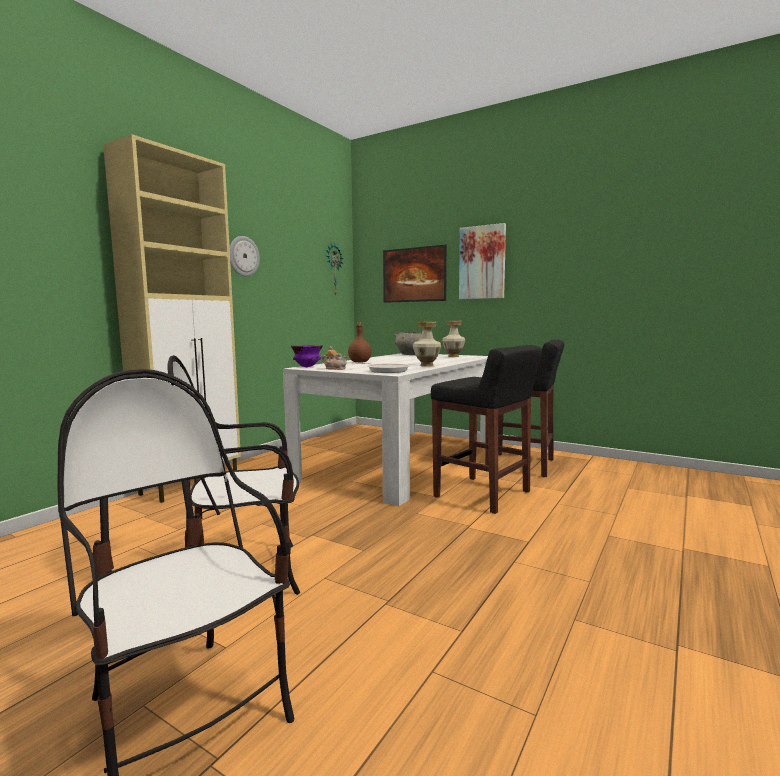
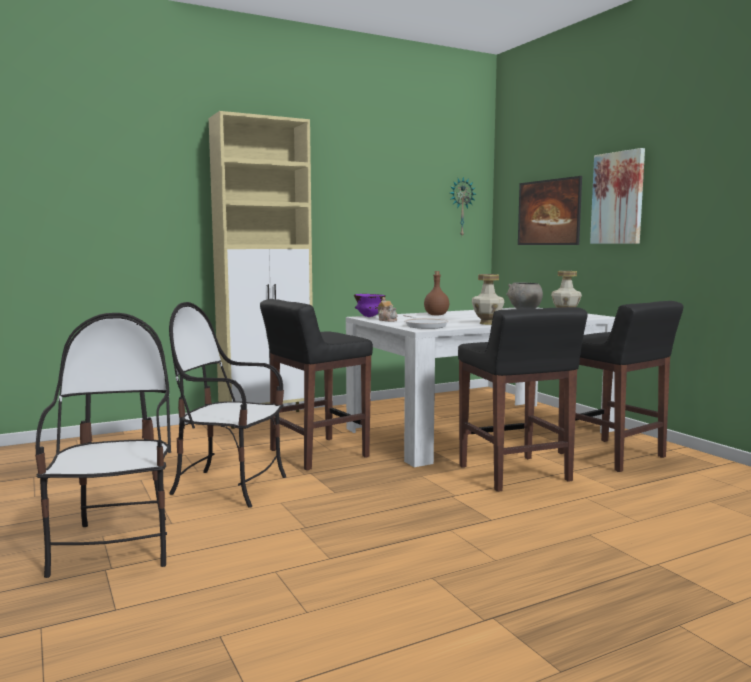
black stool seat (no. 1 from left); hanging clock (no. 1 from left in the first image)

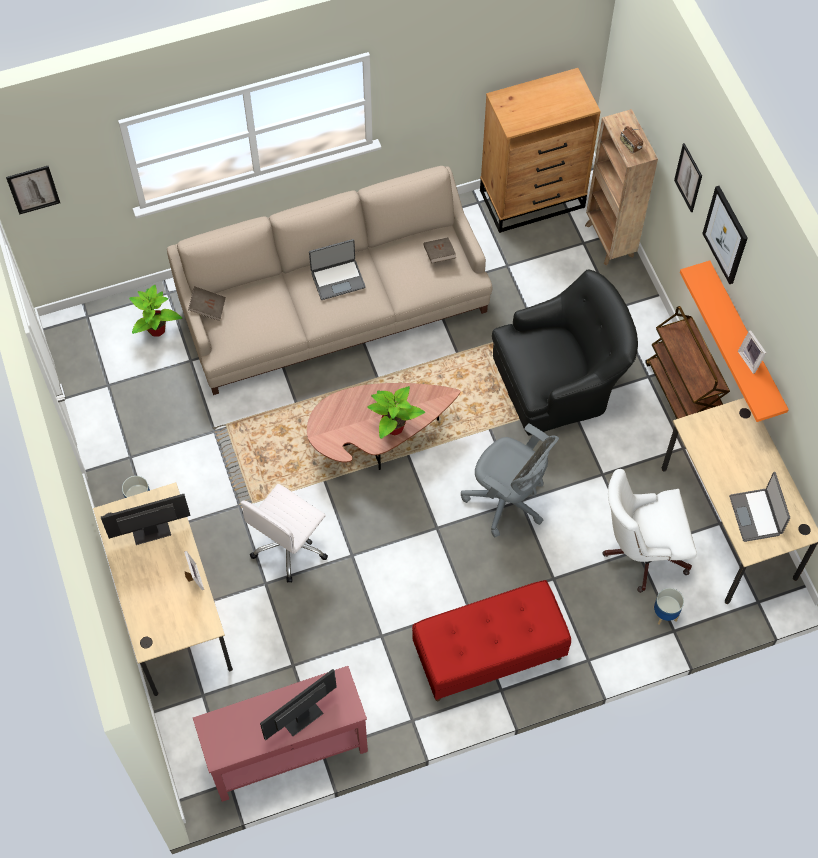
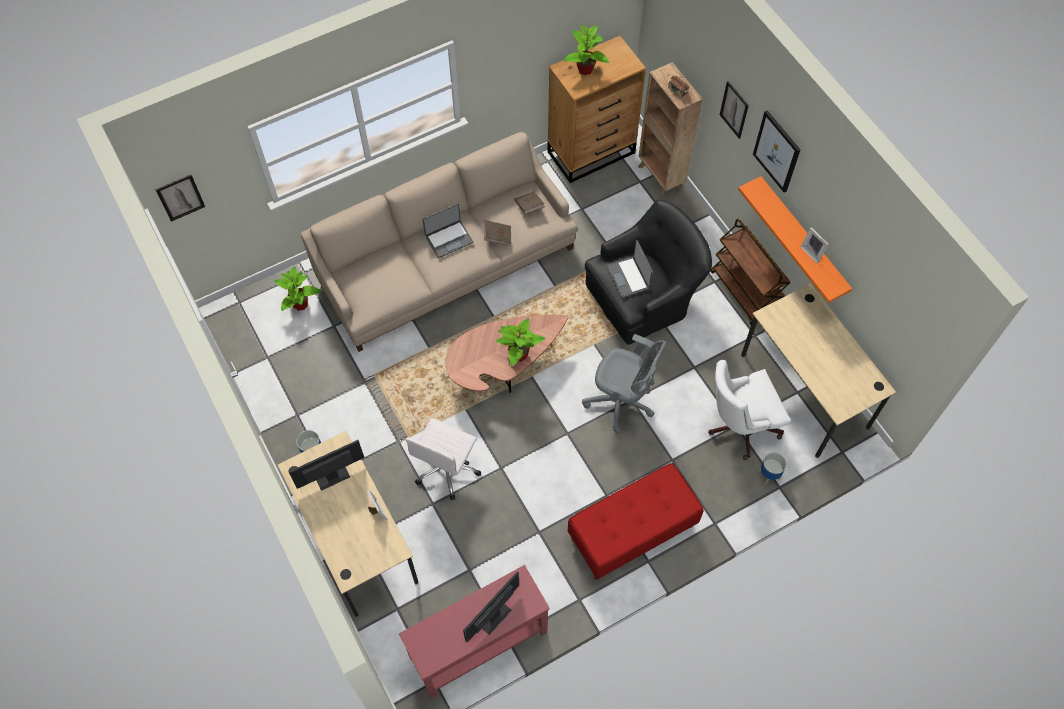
brown-coloured bound book (no. 1 from left); plant in a pot (no. 3 from left); laptop (no. 2 from left)

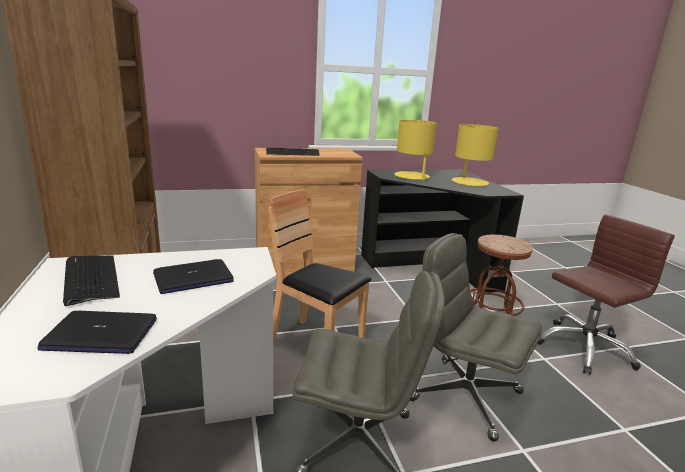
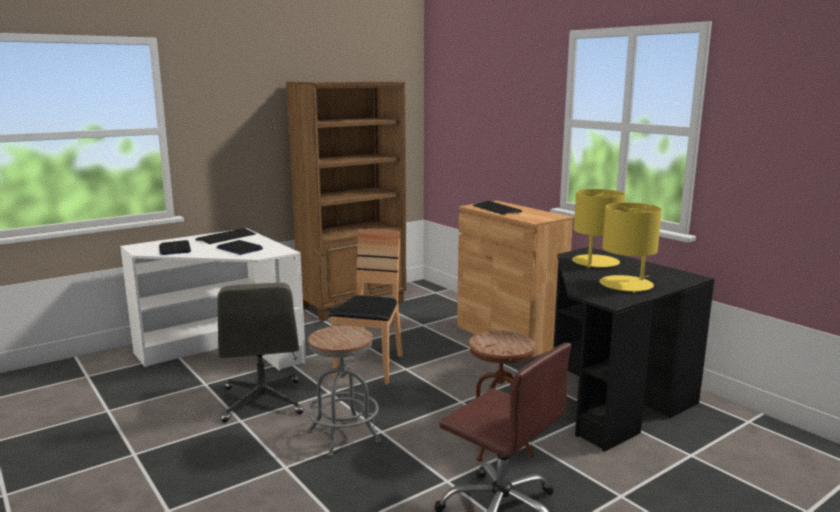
grey stool seat

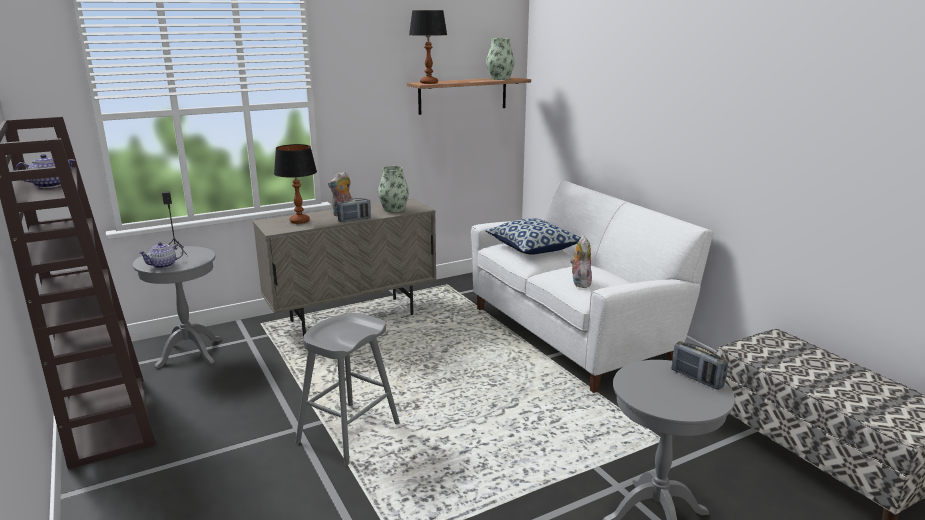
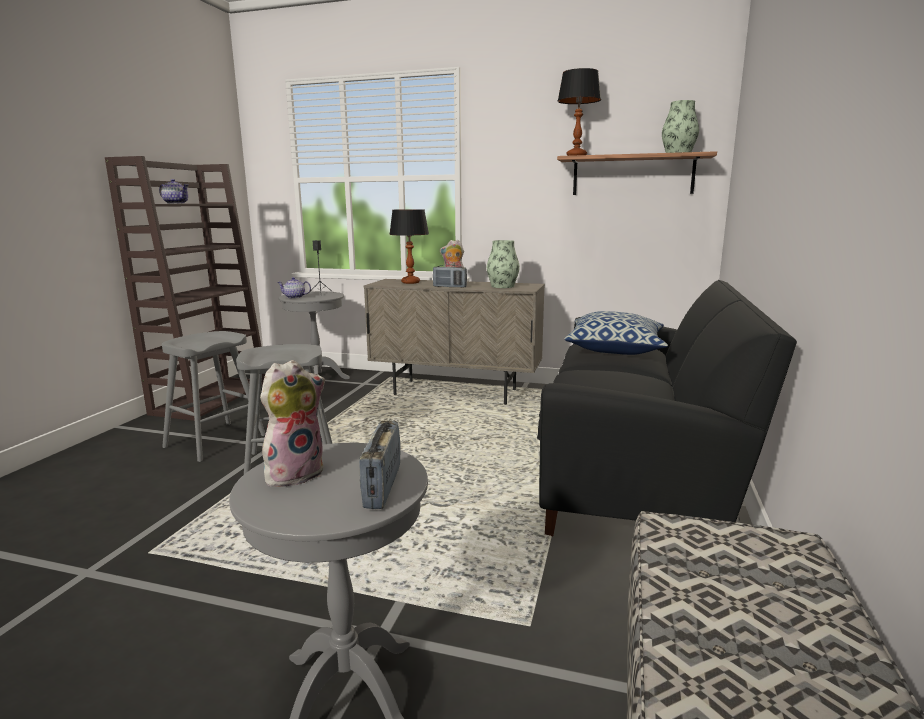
grey stool seat (no. 1 from left); soft toy (no. 1 from left); black sofa

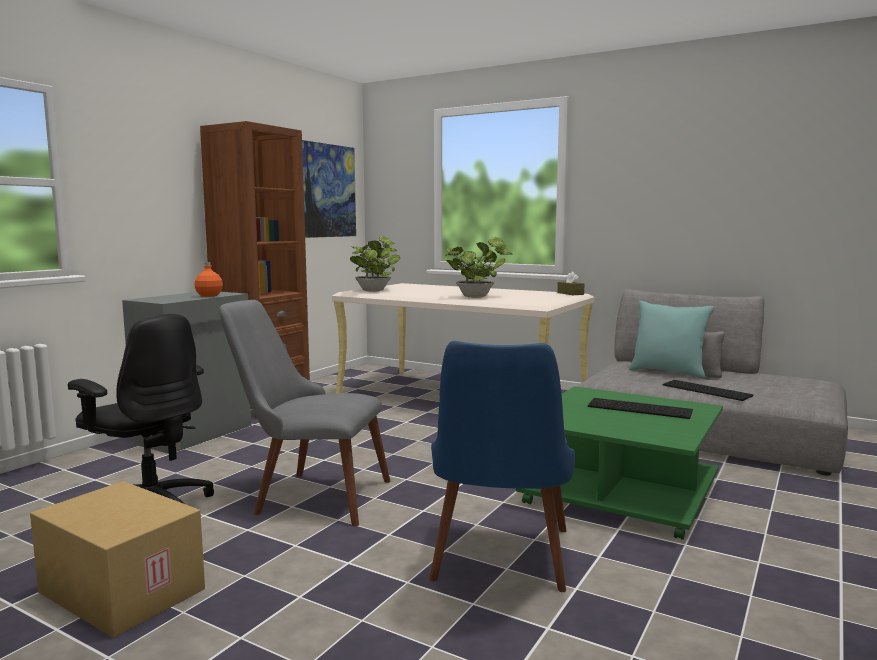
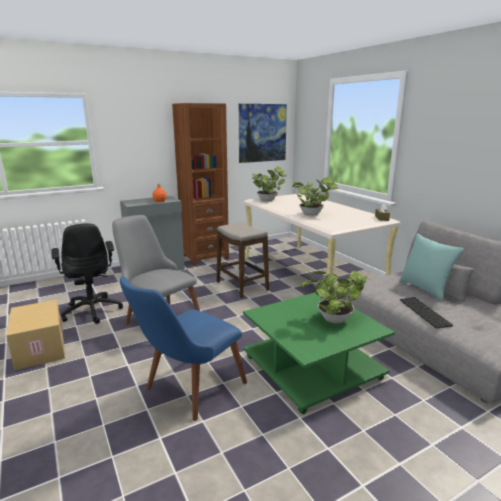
stool seat; plant in a pot (no. 3 from left)

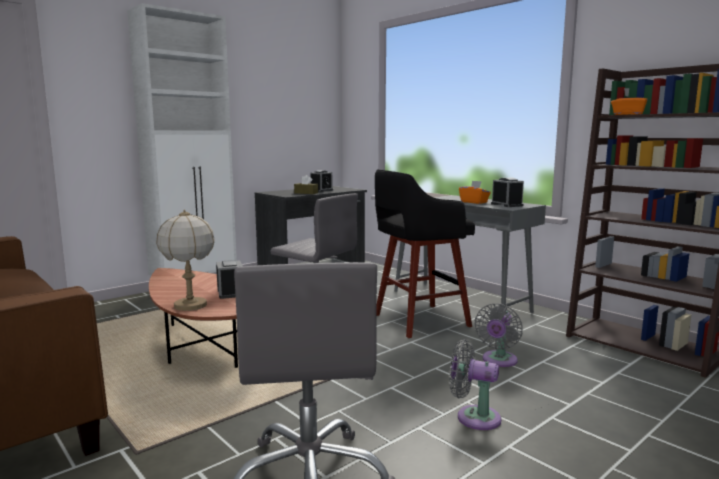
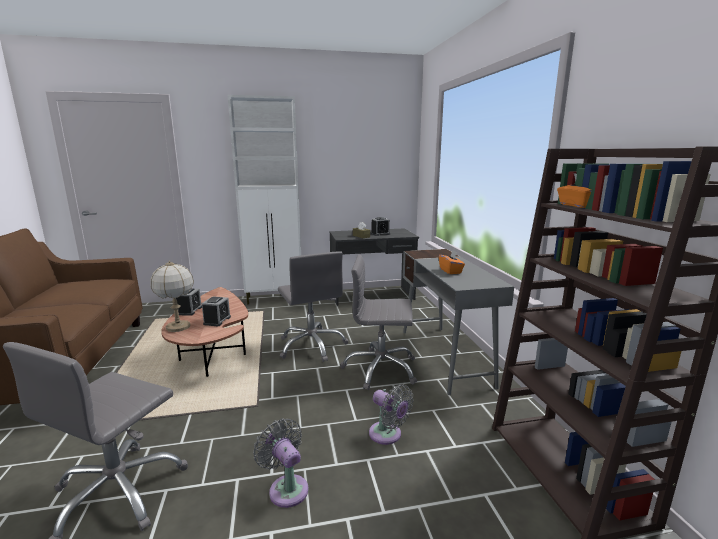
alarm clock (no. 1 from left); grey office chair (no. 3 from left); grey cooling fan (no. 2 from left)

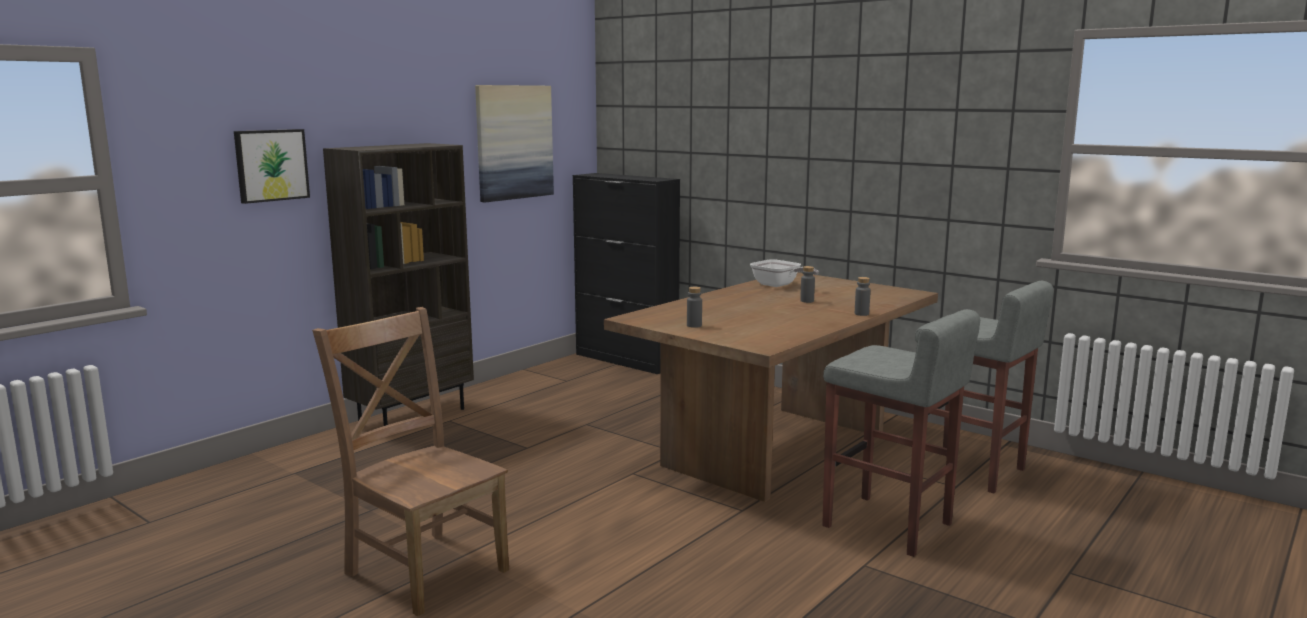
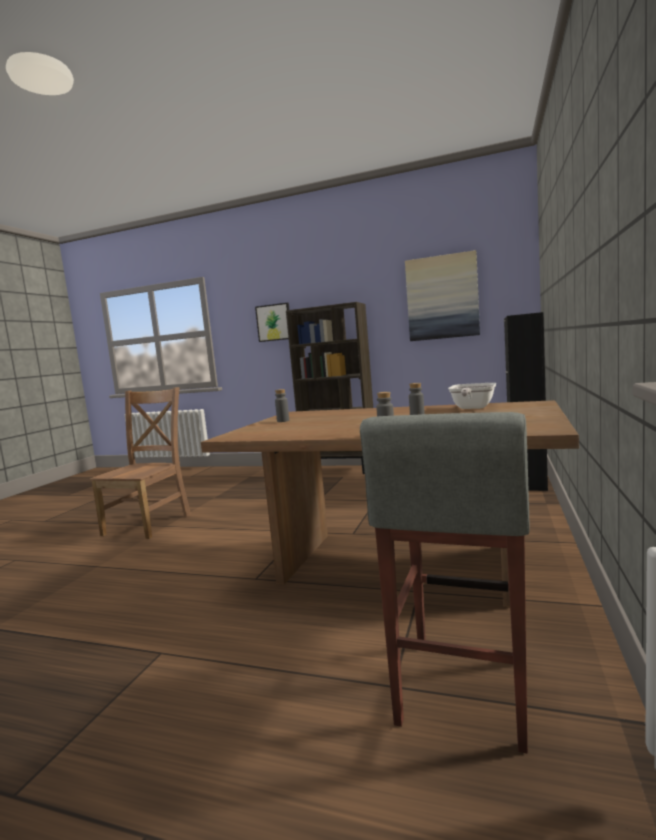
grey stool seat (no. 1 from left in the first image)

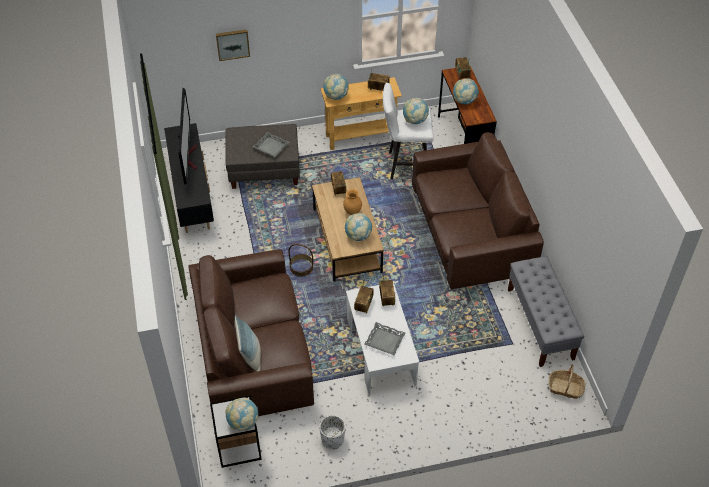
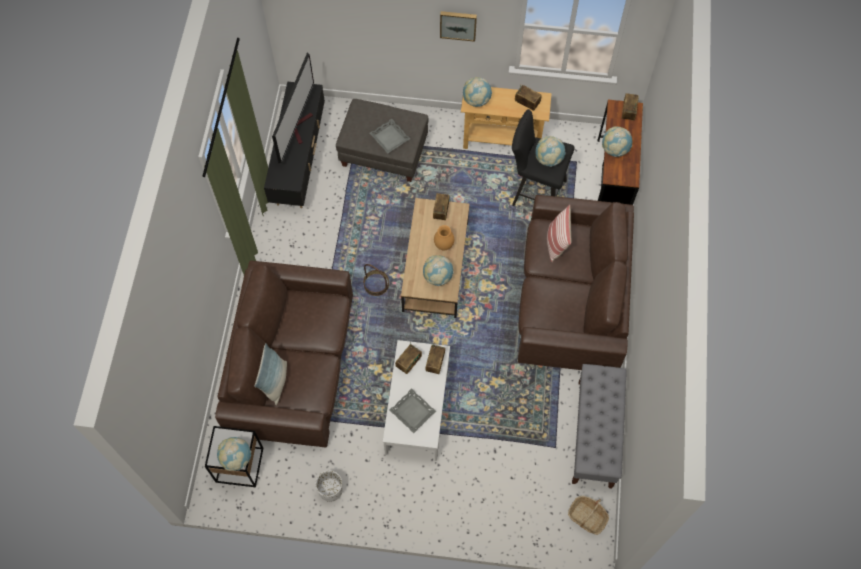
wall picture; black stool seat; throw pillow (no. 2 from left)

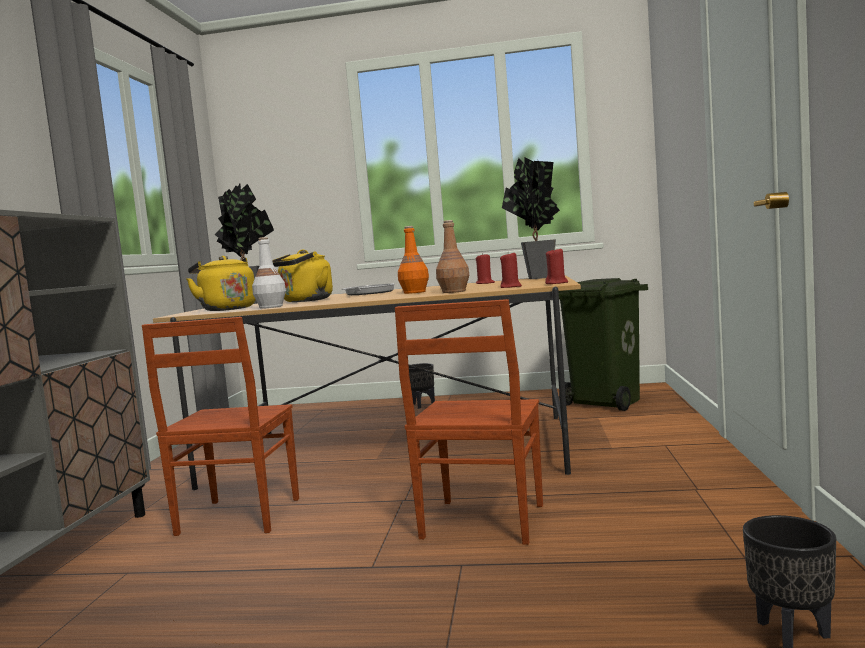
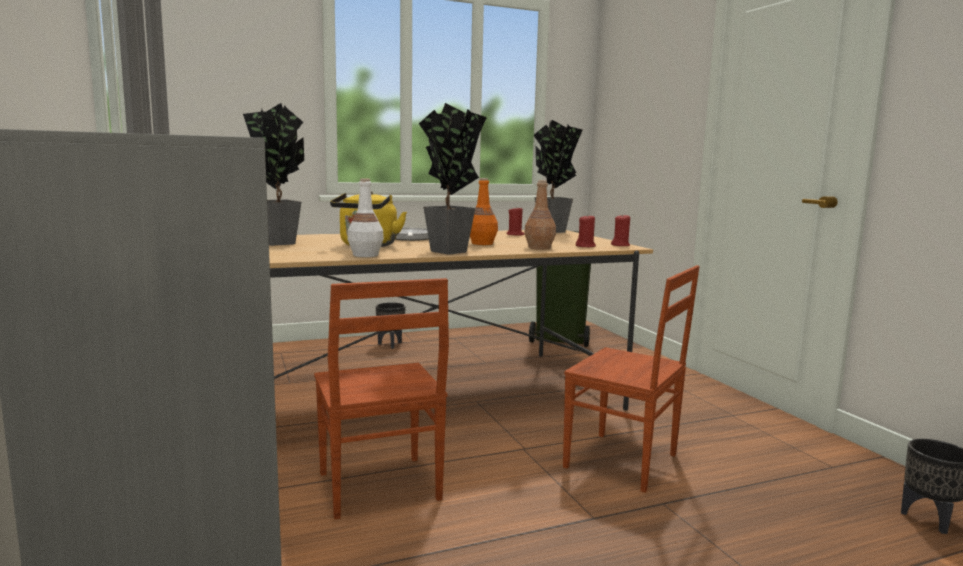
plant in a pot (no. 2 from left); brown-coloured plain chair (no. 2 from left); yellow tea kettle (no. 1 from left in the first image)

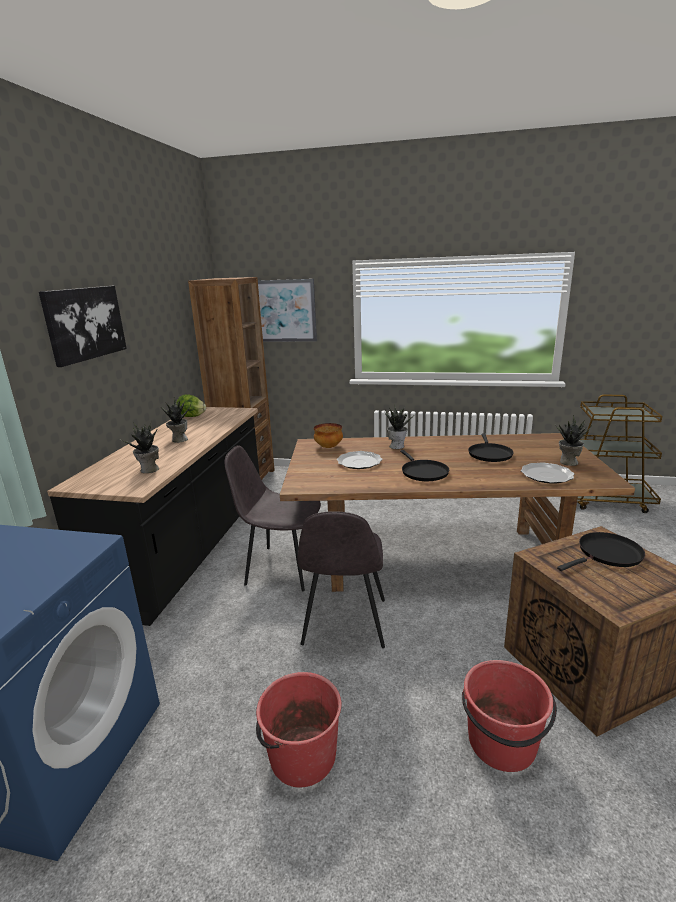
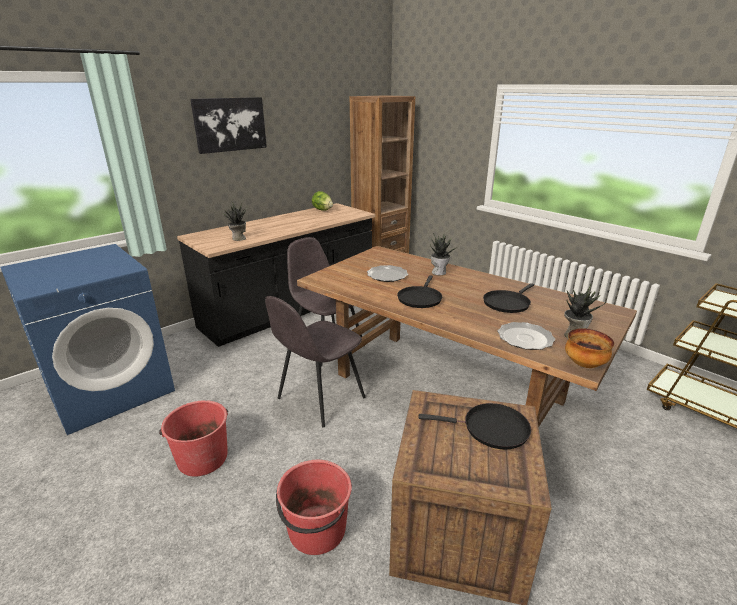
serving bowl; plant in a pot (no. 2 from left in the first image); wall picture (no. 2 from left in the first image)

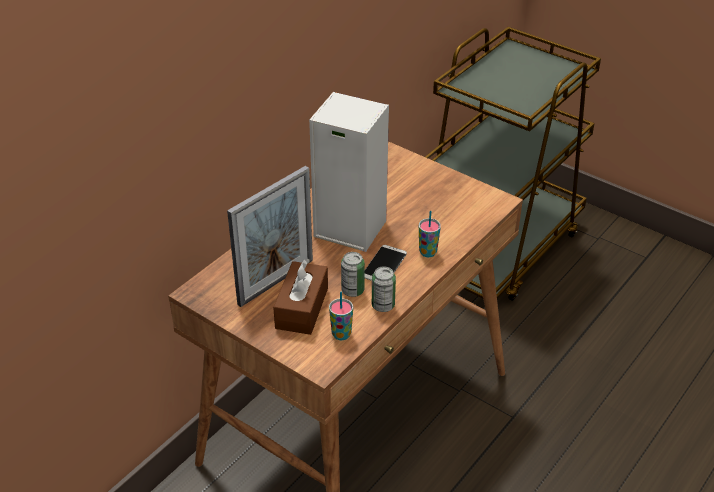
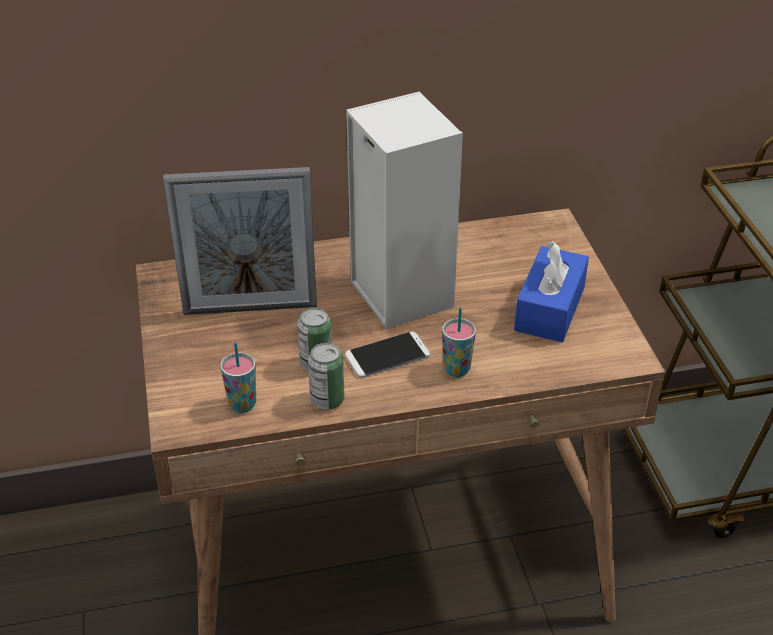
blue-coloured box of tissues; brown-coloured box of tissues

